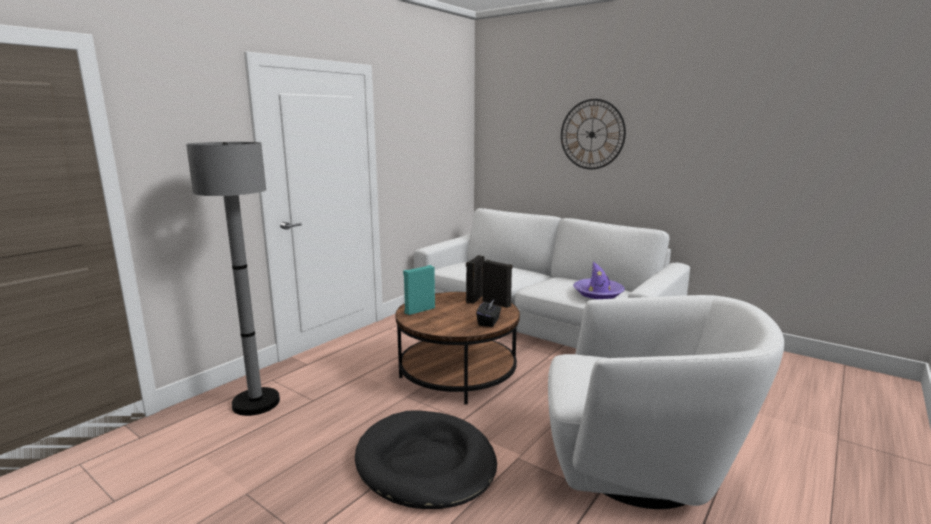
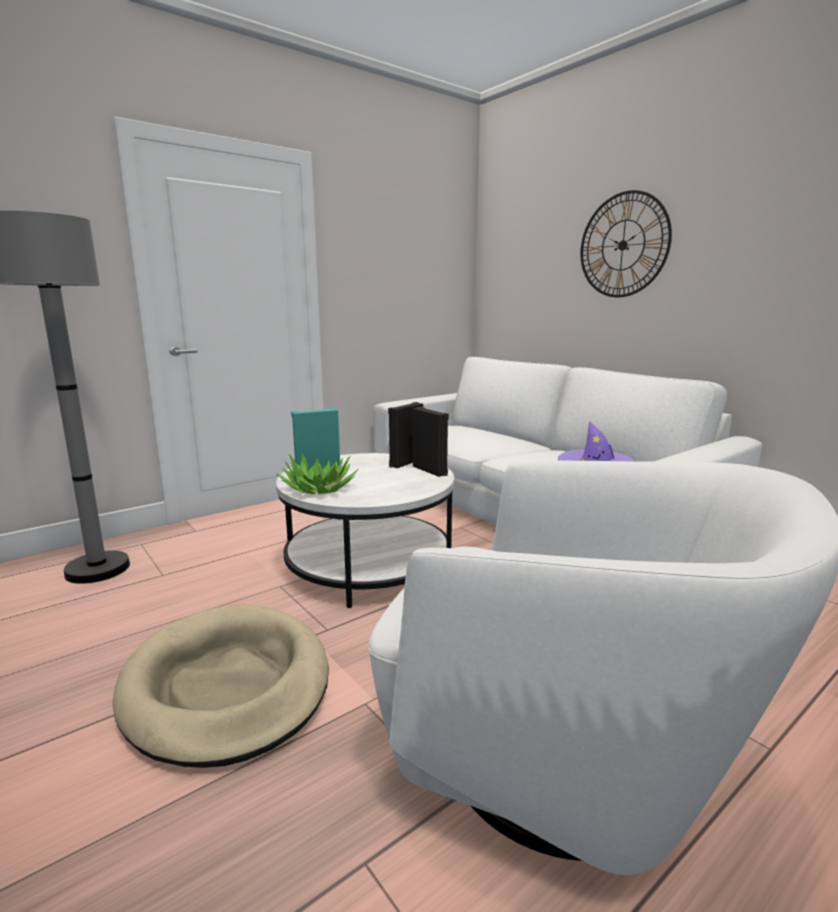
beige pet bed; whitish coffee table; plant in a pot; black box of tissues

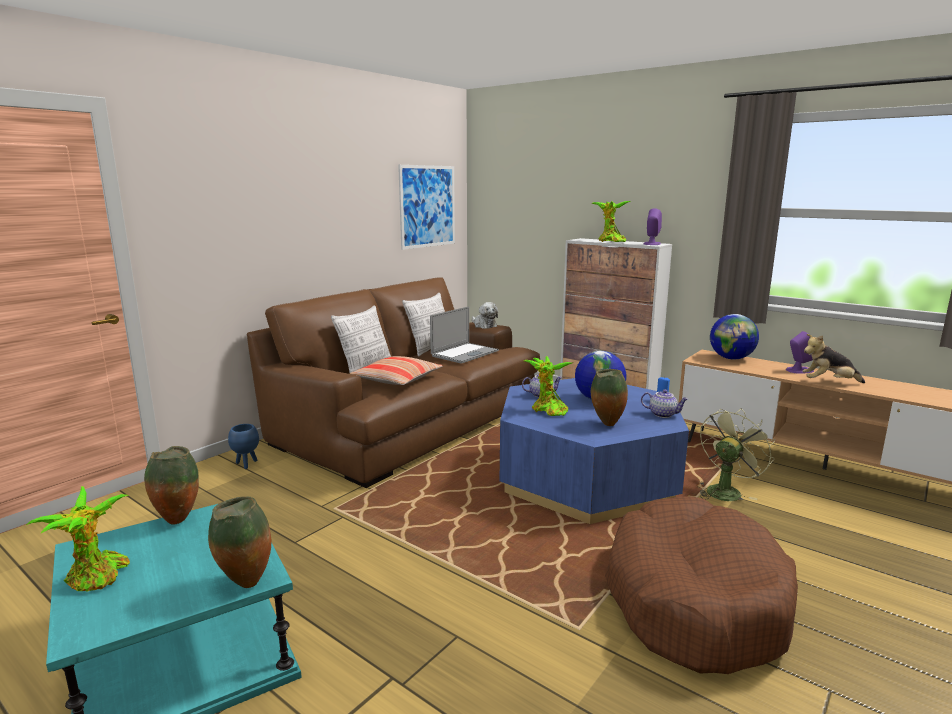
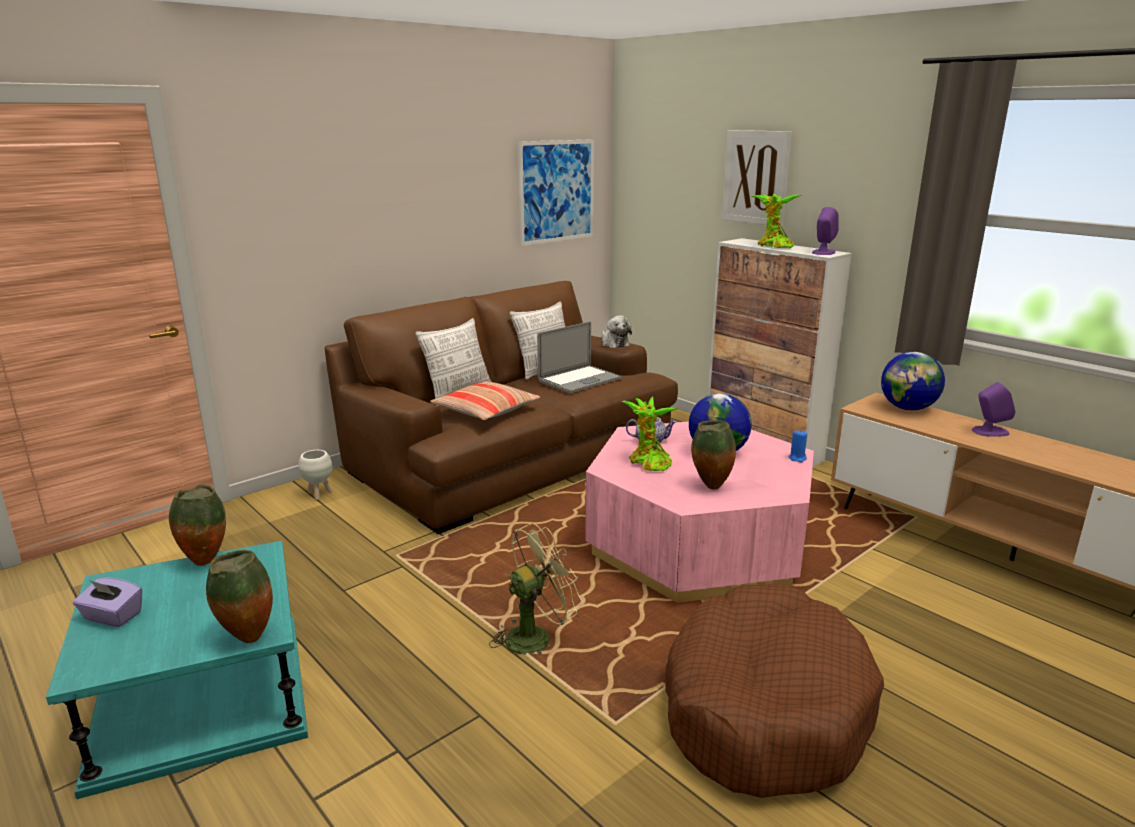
purple-coloured box of tissues; whitish plant pot; green-coloured cooling fan; pink-coloured coffee table; wall picture (no. 2 from left); tea pot (no. 2 from left in the first image); soft toy (no. 2 from left in the first image)

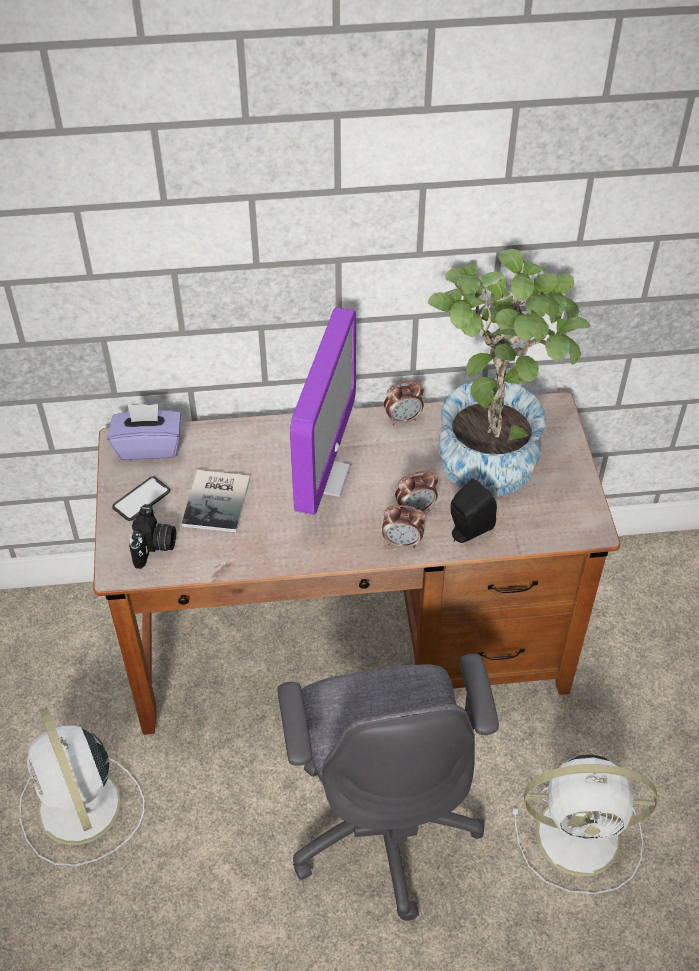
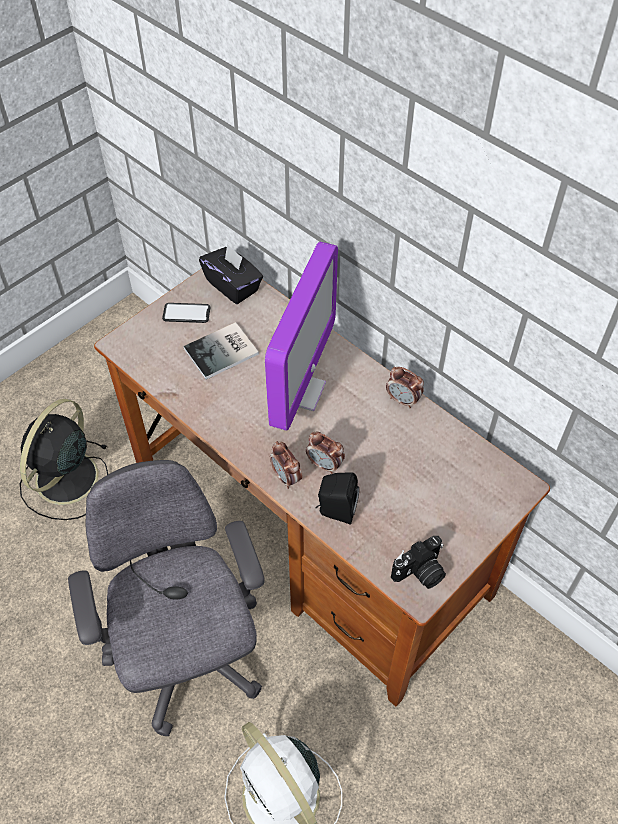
black cooling fan; grey office chair; black box of tissues; monitor; photo camera; plant in a pot

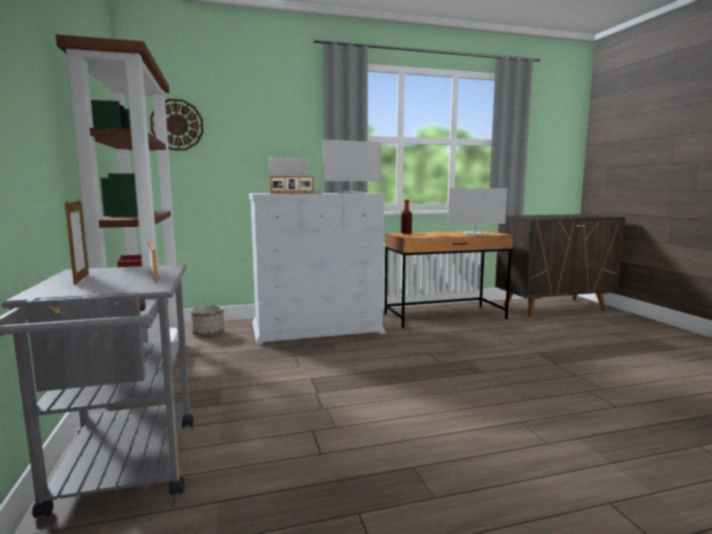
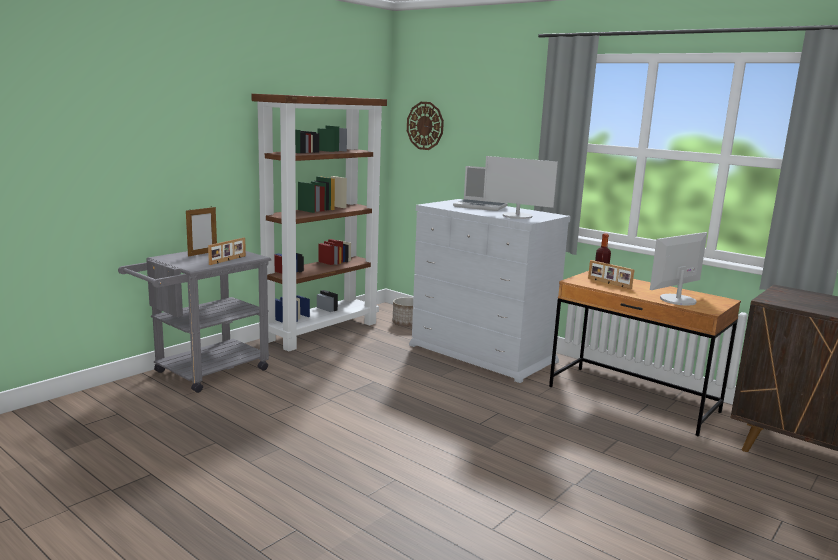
picture frame (no. 3 from left); monitor (no. 2 from left)

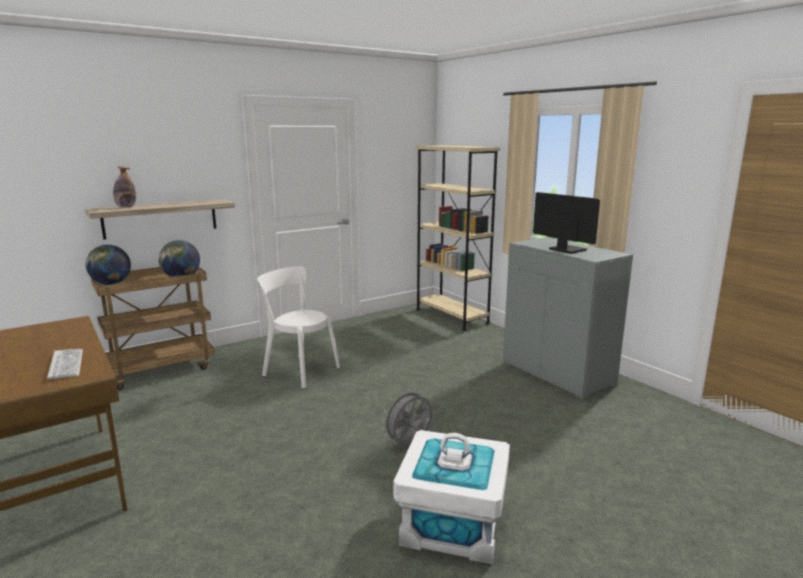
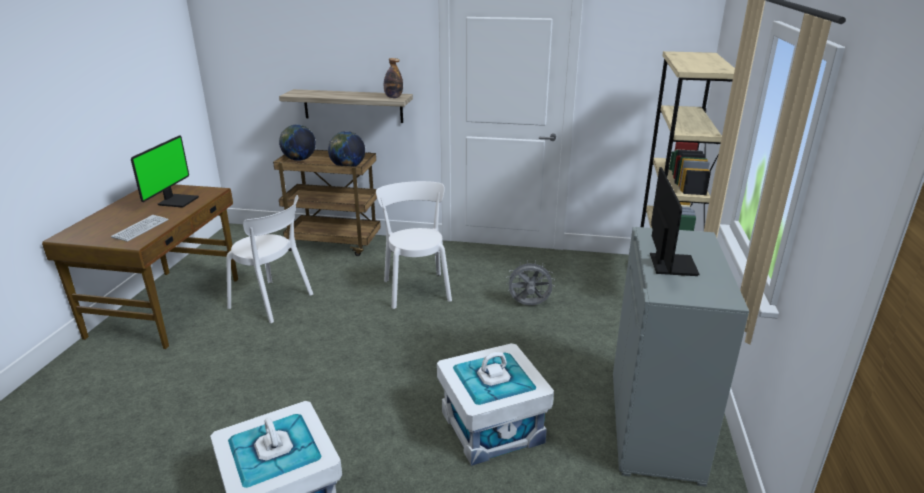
monitor (no. 1 from left); whitish plain chair (no. 1 from left); bottle; whitish storage bin (no. 2 from left); grey cooling fan

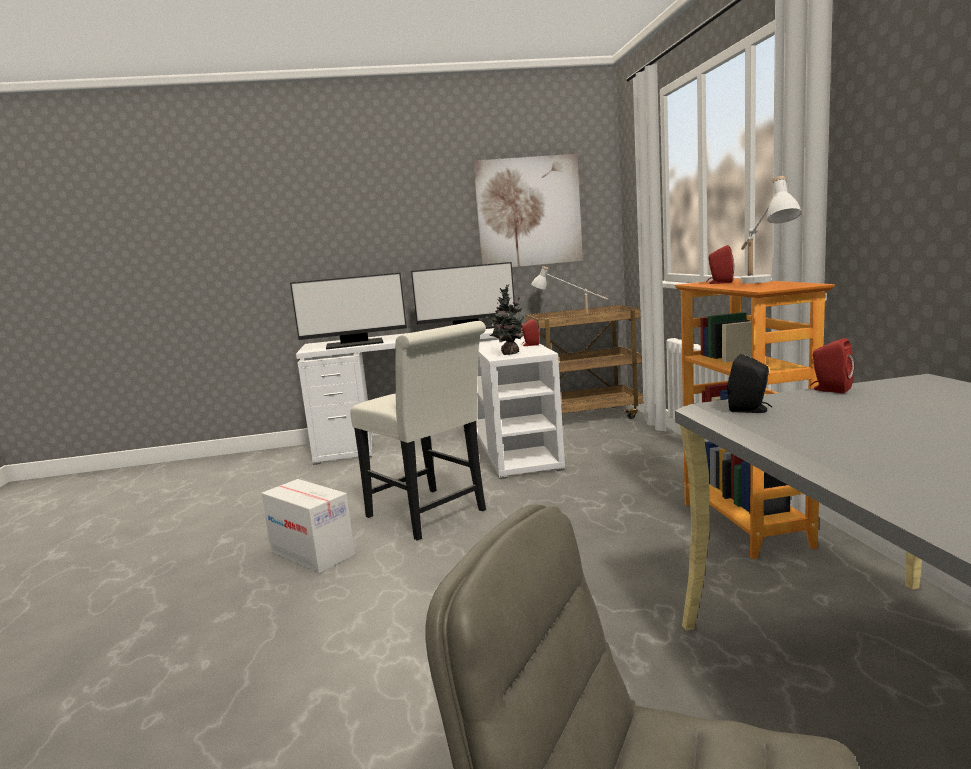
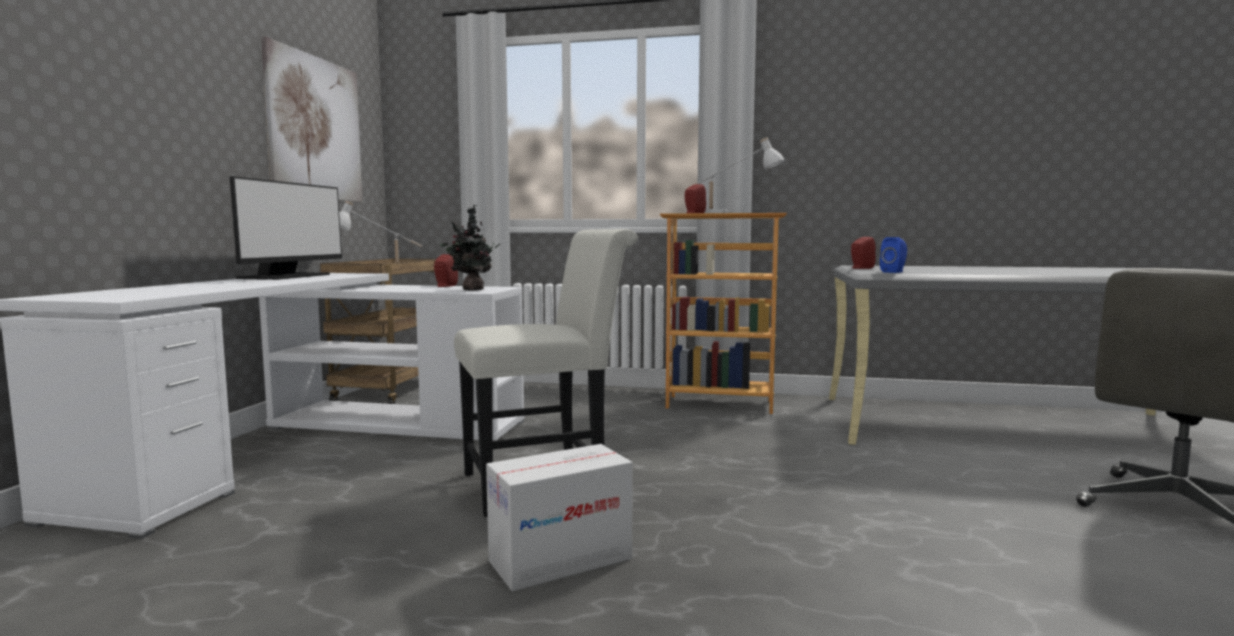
blue-coloured loudspeaker; monitor (no. 1 from left in the first image)

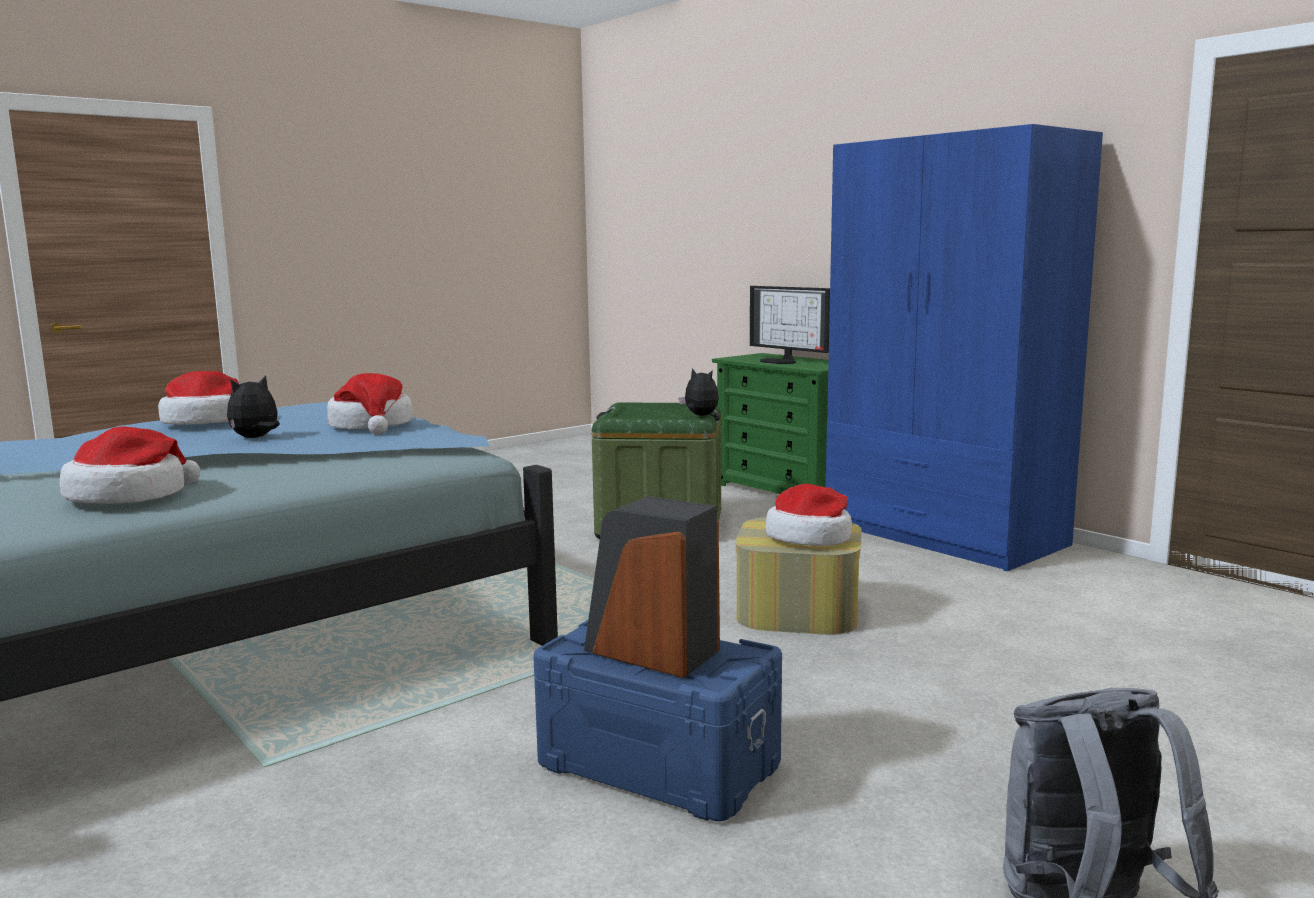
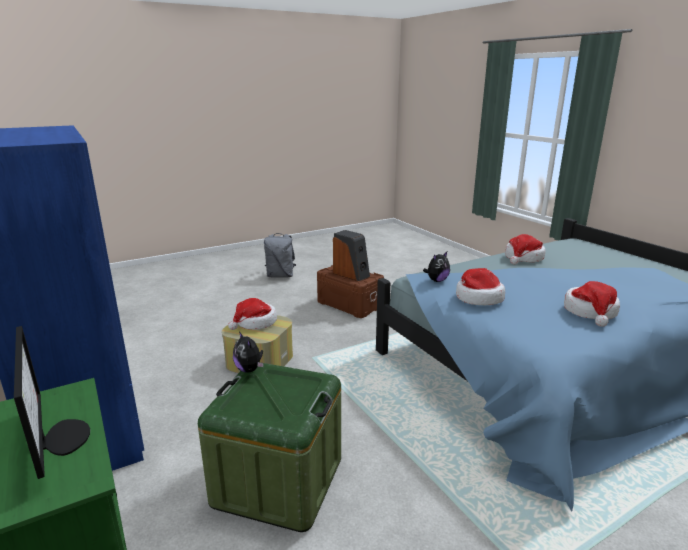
brown-coloured storage bin; soft toy (no. 2 from left)

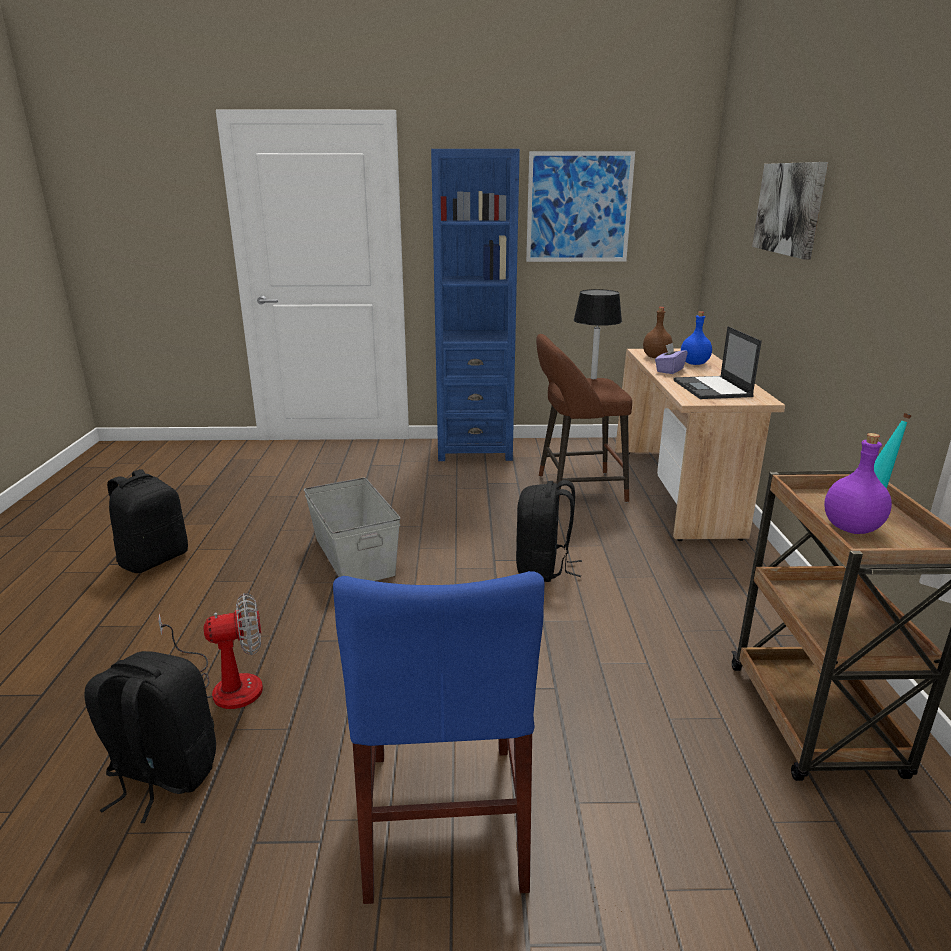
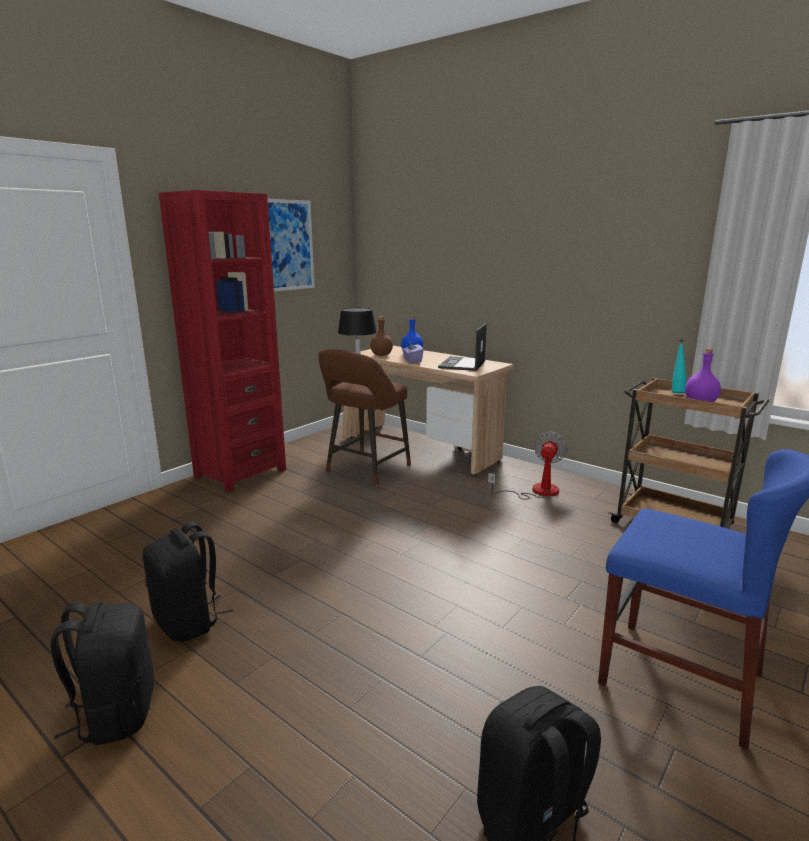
black knapsack (no. 2 from left); reddish bookcase; laptop; cooling fan; grey storage bin; wall picture (no. 2 from left in the first image)

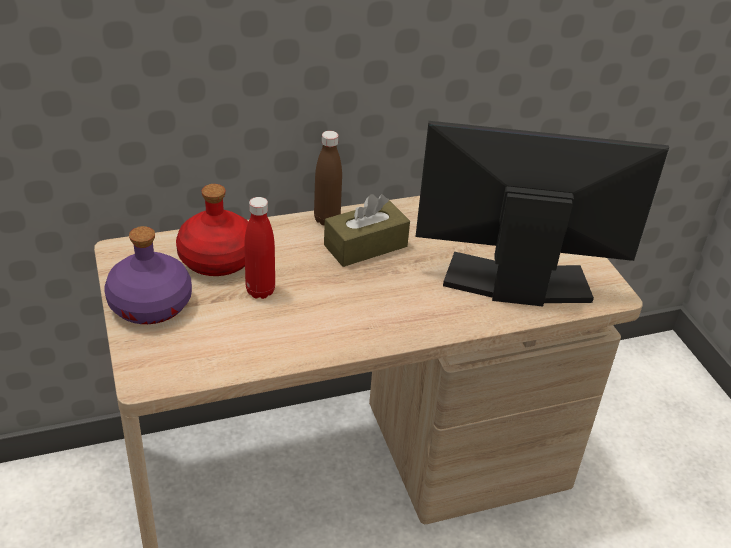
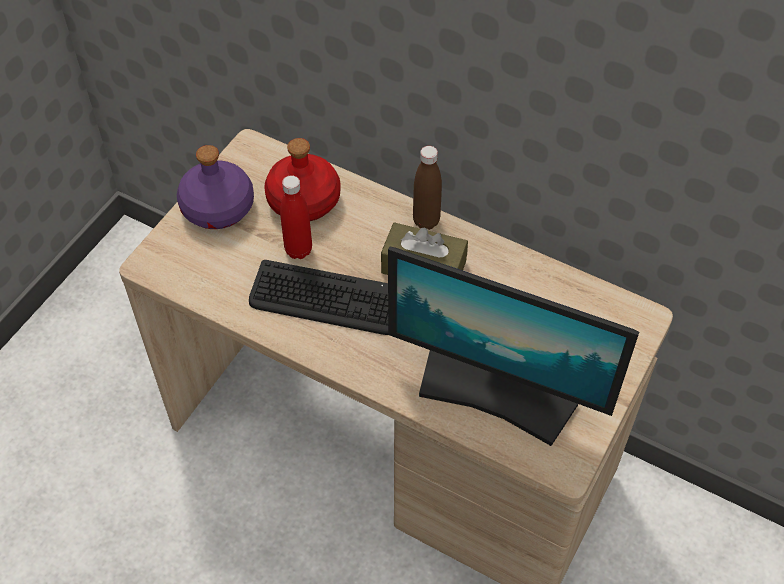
PC keyboard; monitor

